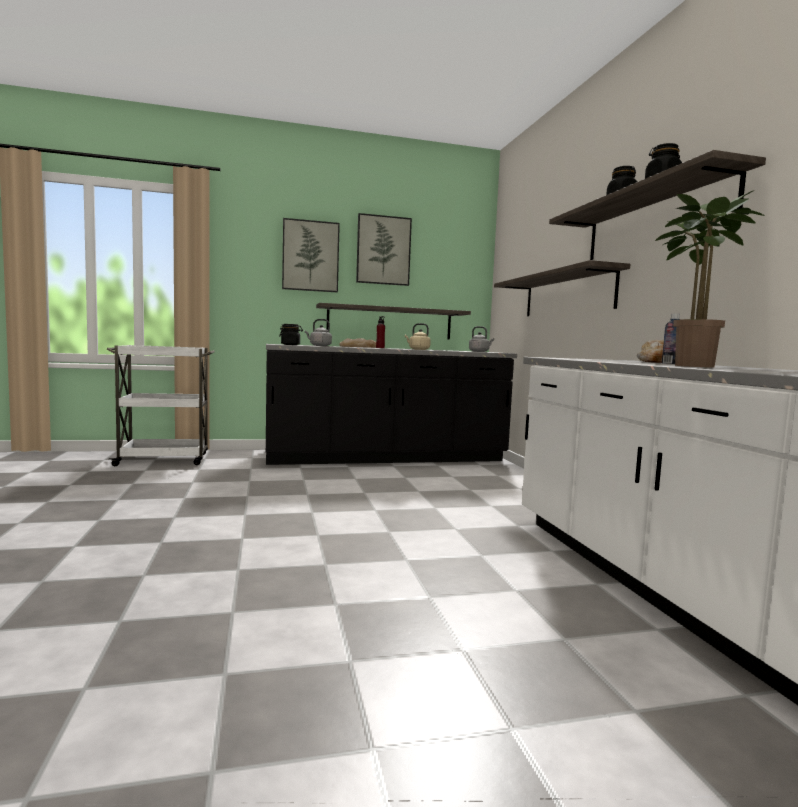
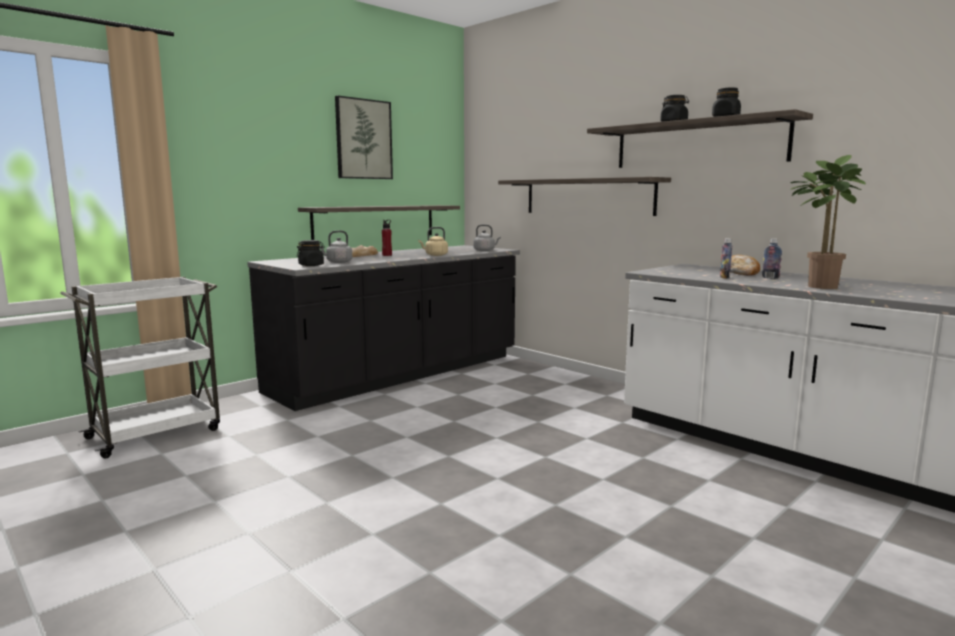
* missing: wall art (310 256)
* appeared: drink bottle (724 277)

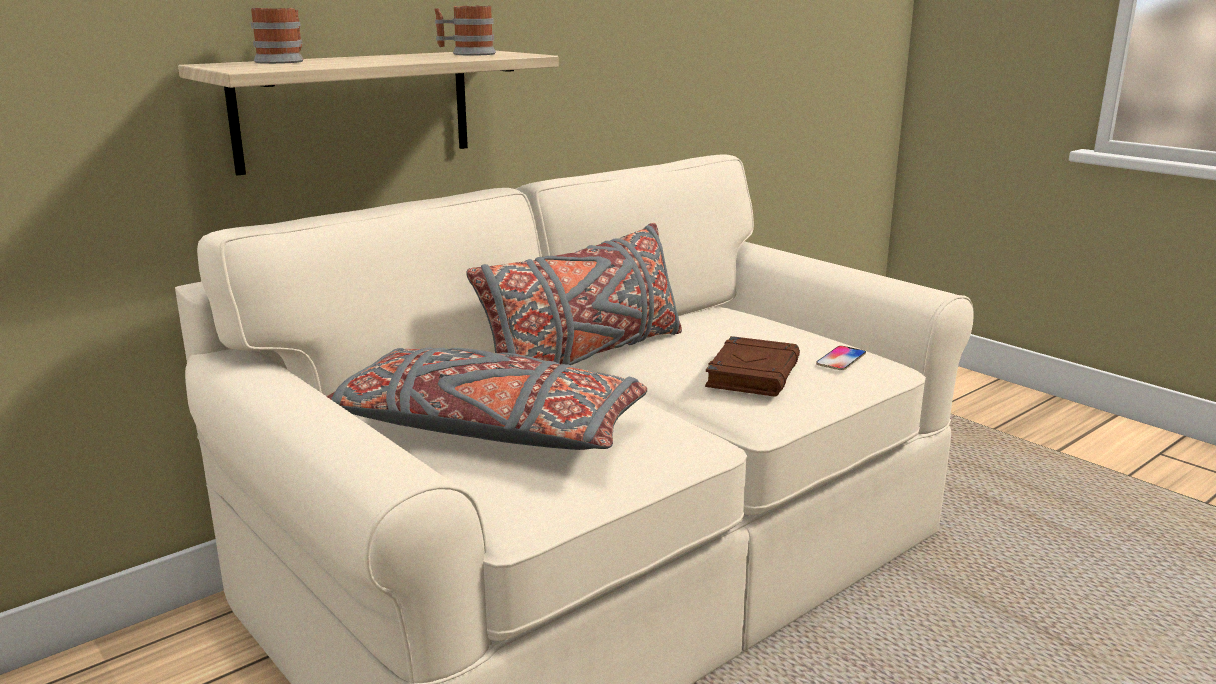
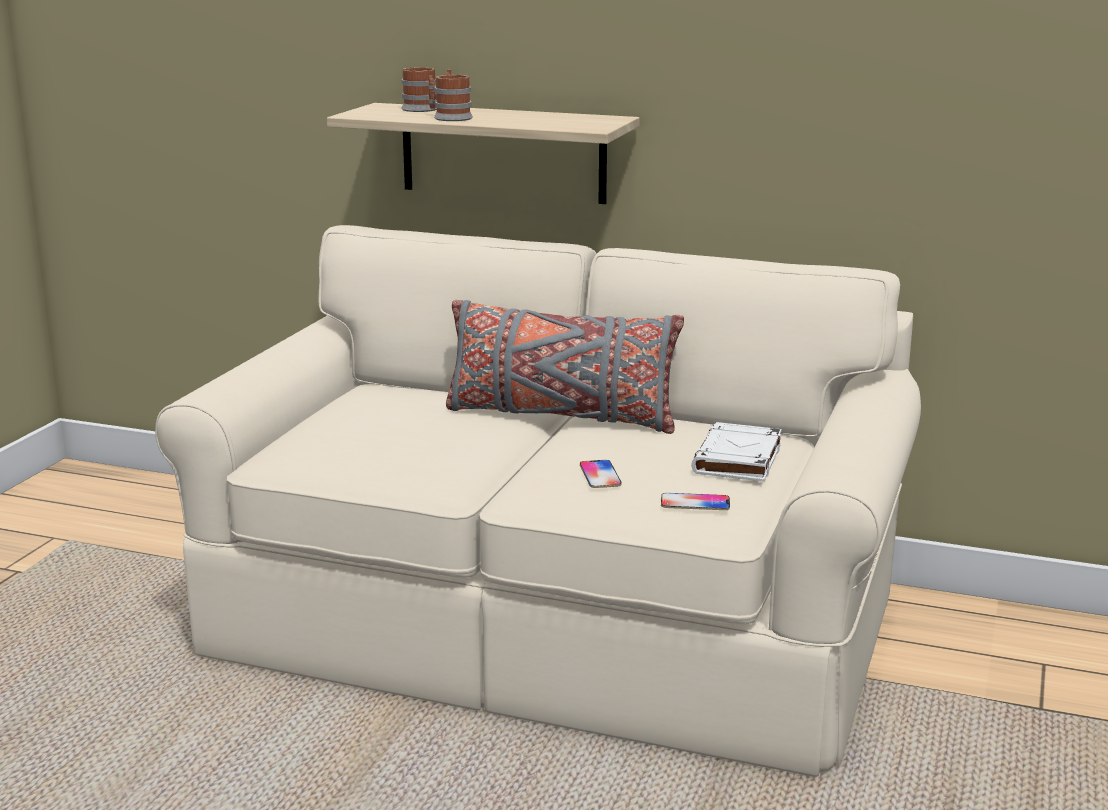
* relocated: coffee mug (466 54) to (448 117)
* exchanged: book in brown-coloured (752 373) to telephone (600 475)
* missing: throw pillow in greyish (490 430)
* appeared: book in white (737 460)

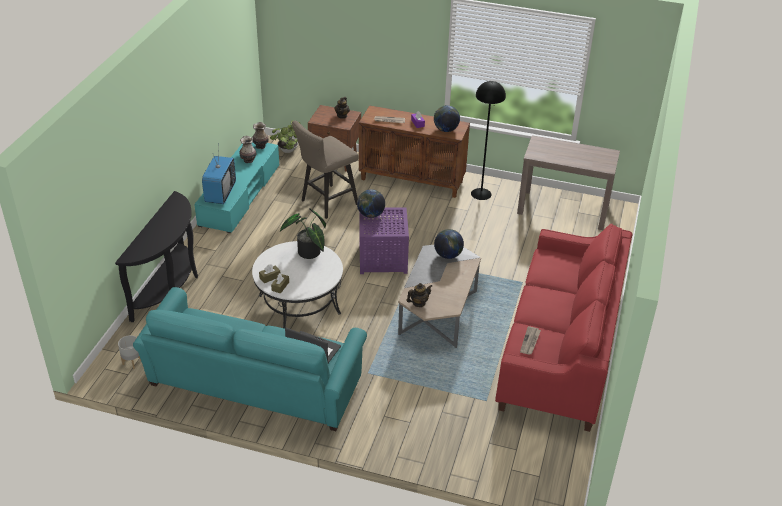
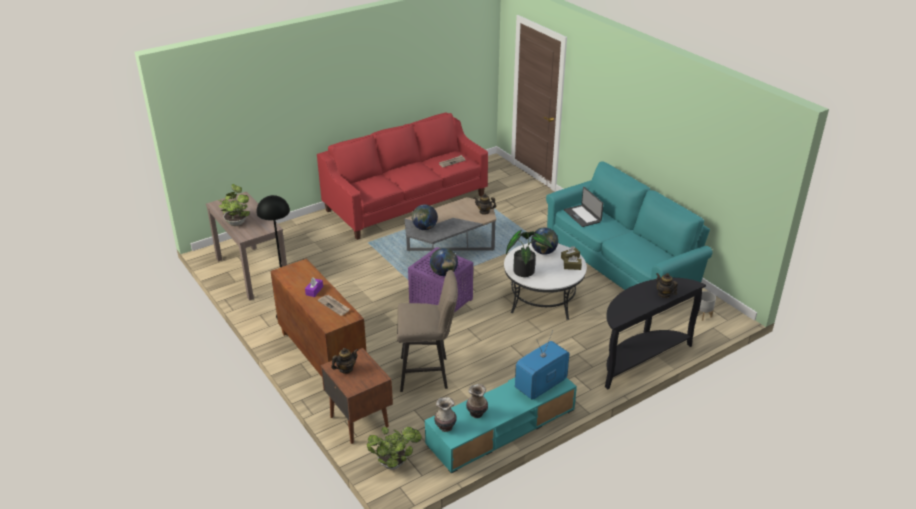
* relocated: desk globe (446 130) to (543 252)
* appeared: potted plant (236 222)
* appeared: pot for tea (664 294)

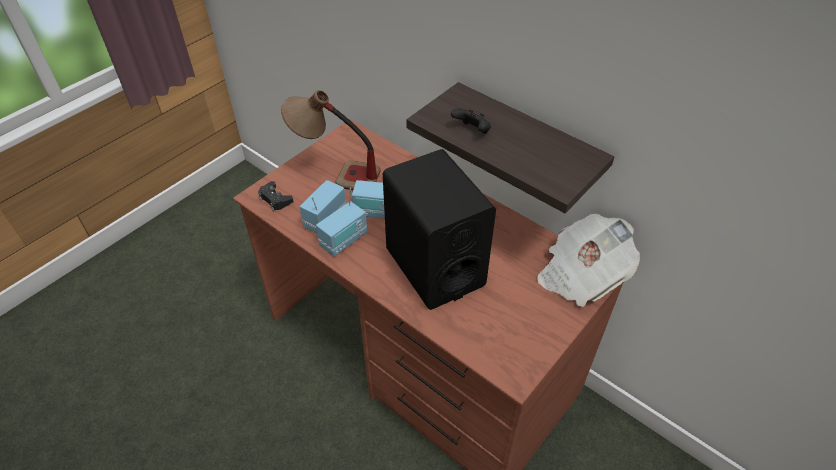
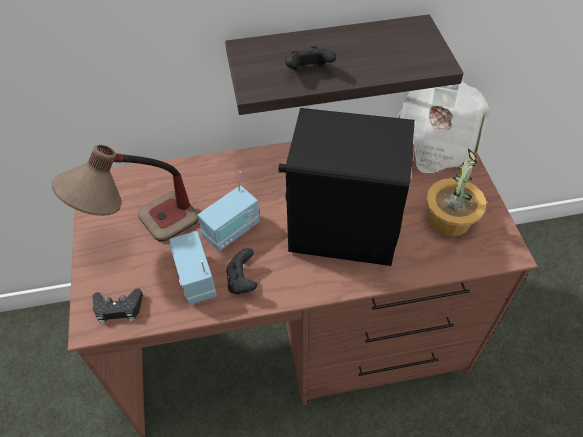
* exchanged: radio receiver (344 241) to game controller in black-coloured (242 281)
* appeared: potted plant (449 219)

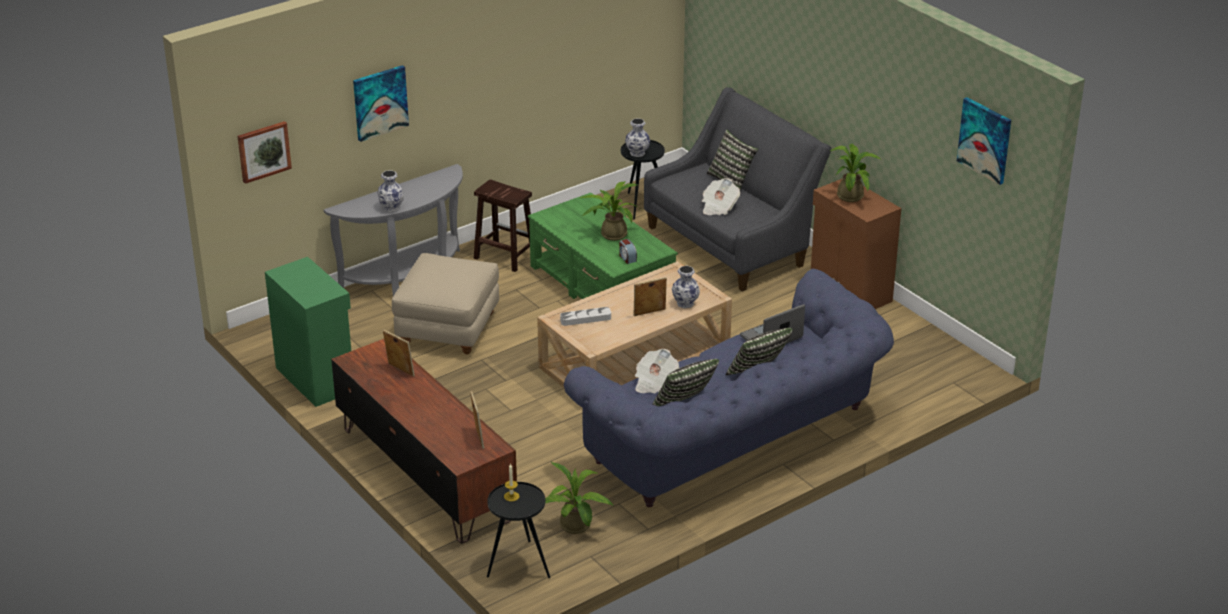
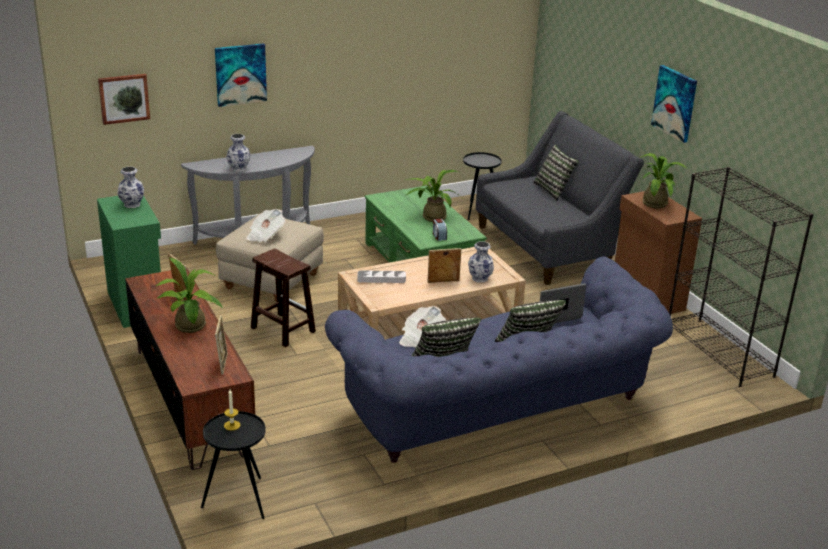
* relocated: wall art (985 140) to (675 103)
* relocated: decorative vase (637 153) to (132 204)
* relocated: printed paper (718 207) to (265 235)
* relocated: stool in brown-coloured (504 256) to (282 329)
* relocated: potted plant (577 527) to (191 328)
* appeared: shelving unit in black-coloured (719 352)

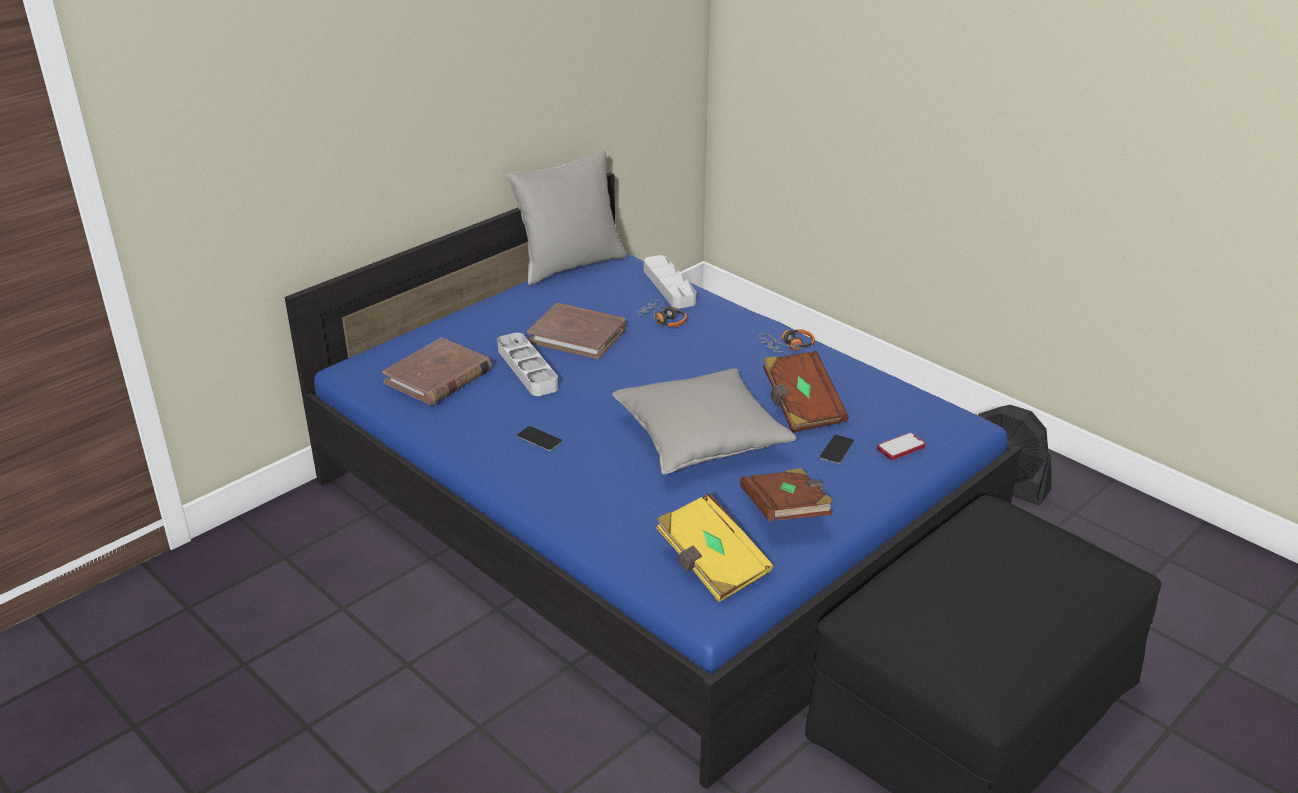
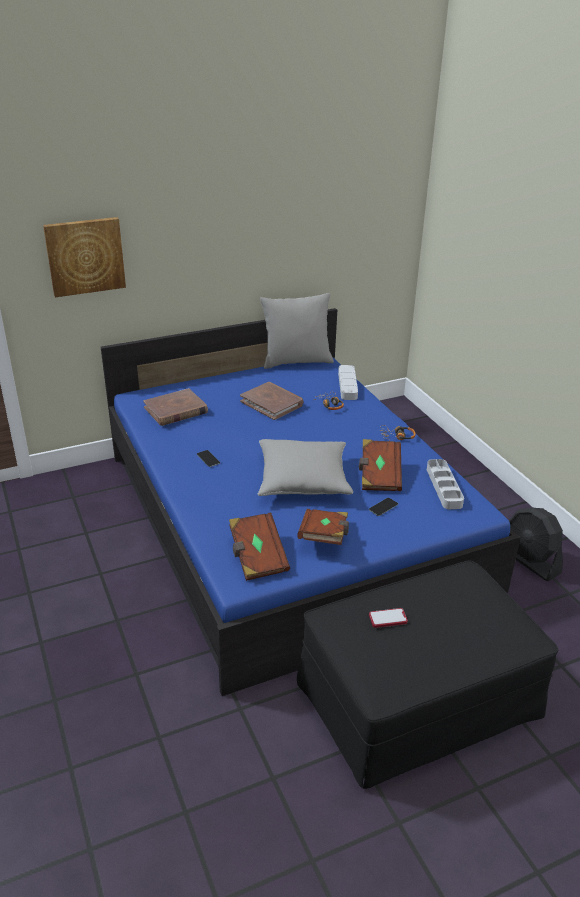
* relocated: tray in greyish (527 369) to (444 487)
* relocated: telephone (901 447) to (388 619)
* colour: book in yellow (711 564) to book in brown-coloured (257 557)
* appeared: wall art (85 256)

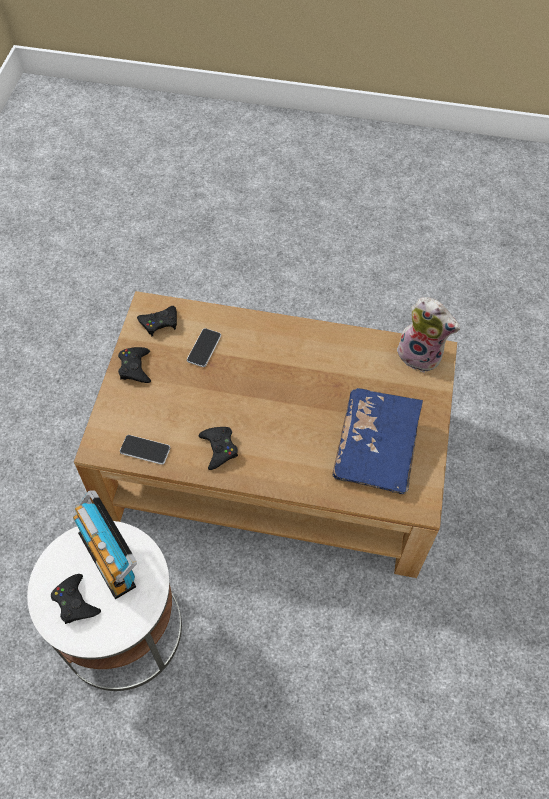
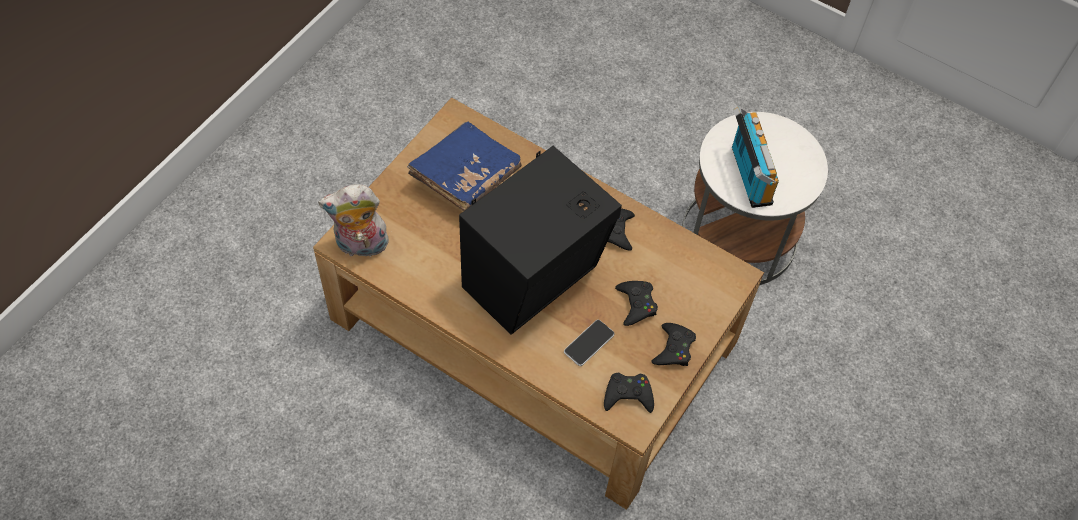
* spun: cuddly toy (421 355) = (360 246) 60 degrees counterclockwise
* missing: telephone (145 450)
* relocated: game controller in black-coloured (75 602) to (636 304)
* appeared: loudspeaker in black-coloured (536 279)

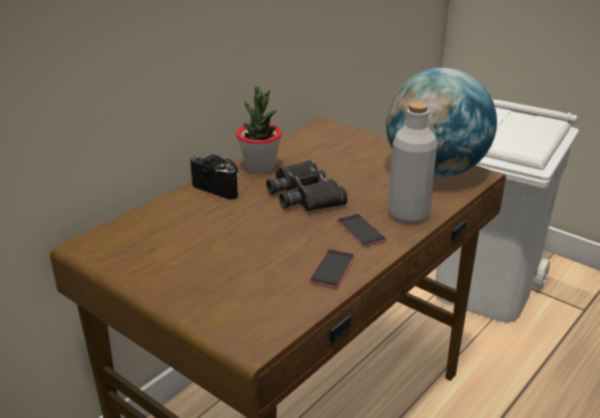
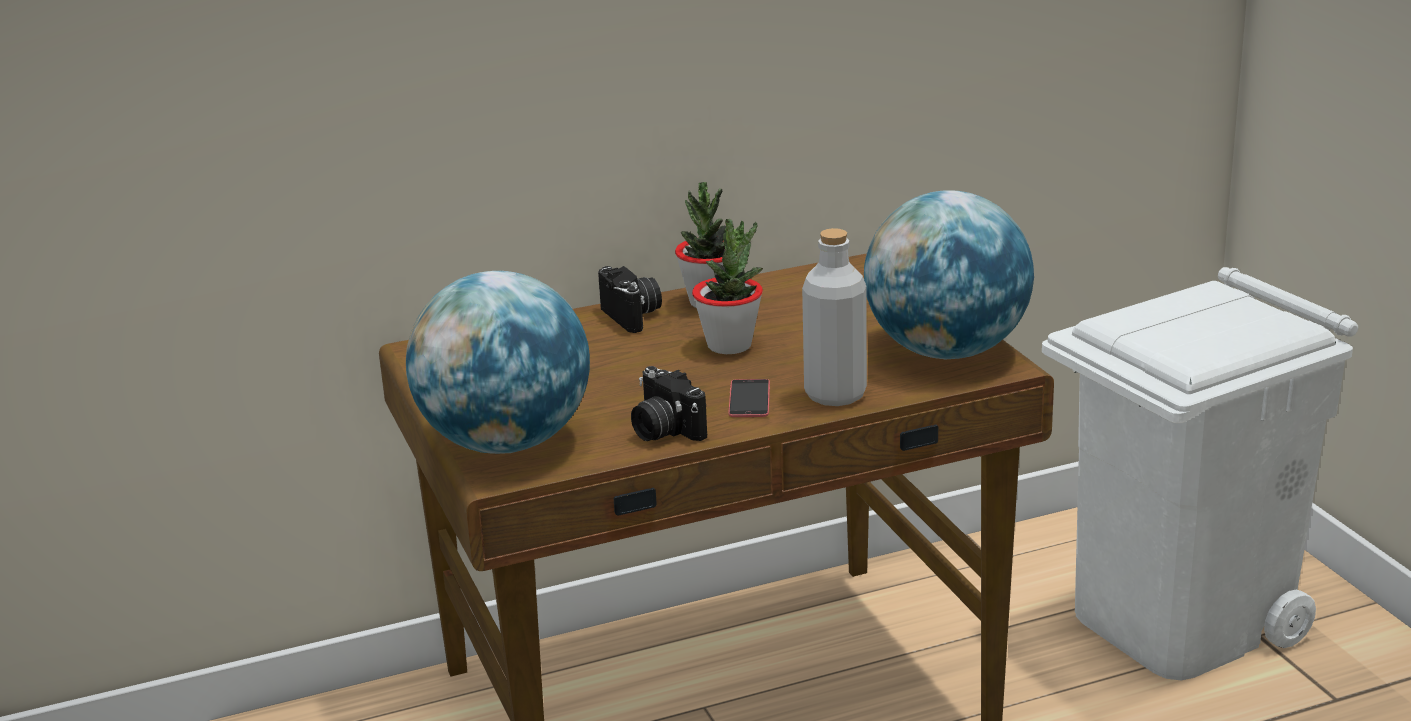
* exchanged: field glasses in black-coloured (305 195) to potted plant (730 345)
* exchanged: telephone (332 269) to photo camera (663 430)
* appeared: desk globe (505 443)

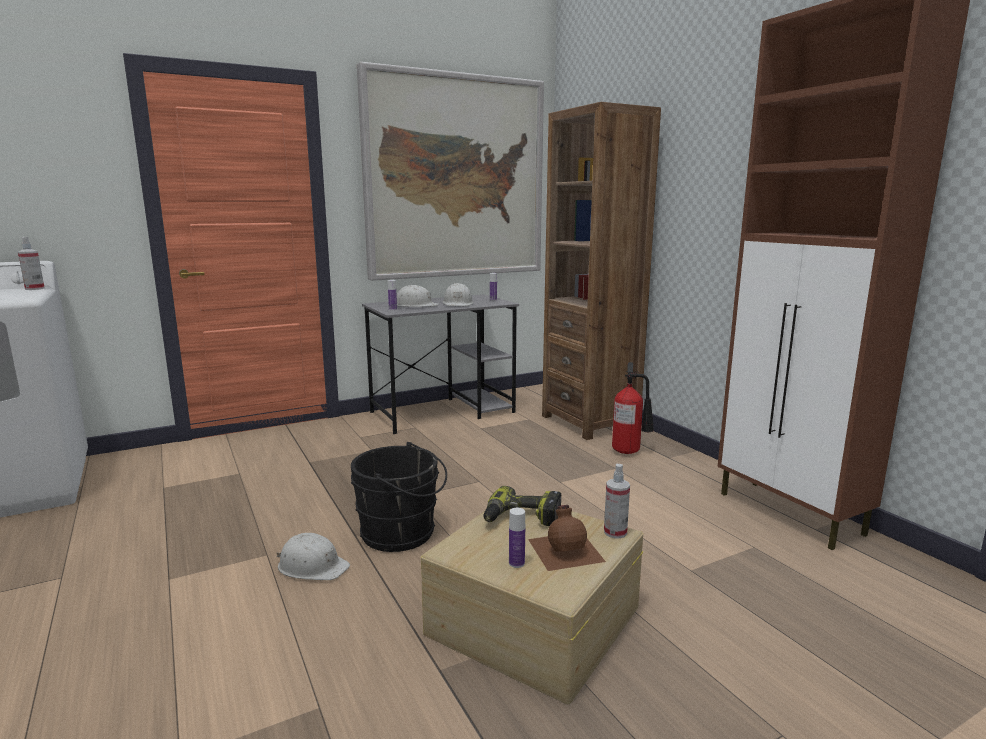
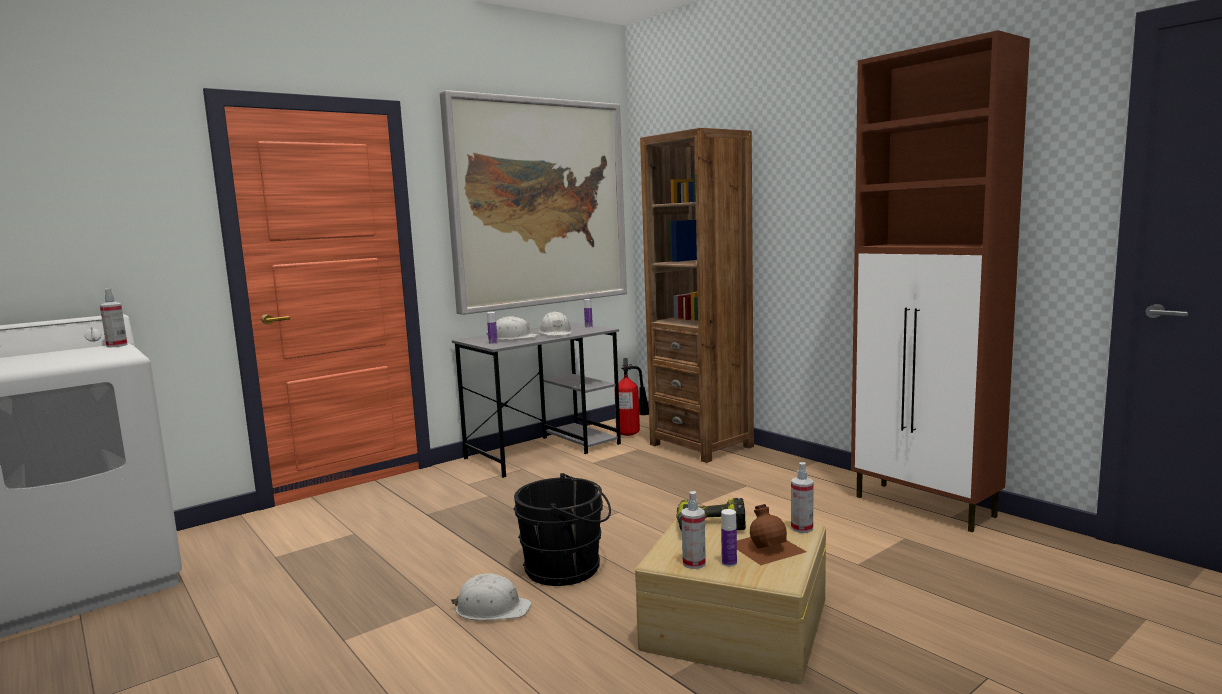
* relocated: extinguisher (630 451) to (631 434)
* appeared: sprayer (694 563)

